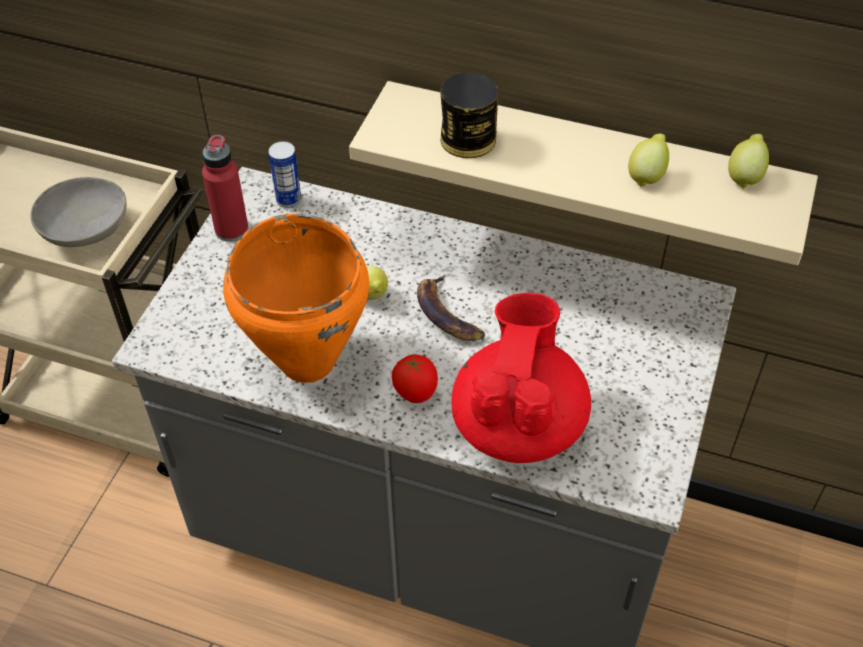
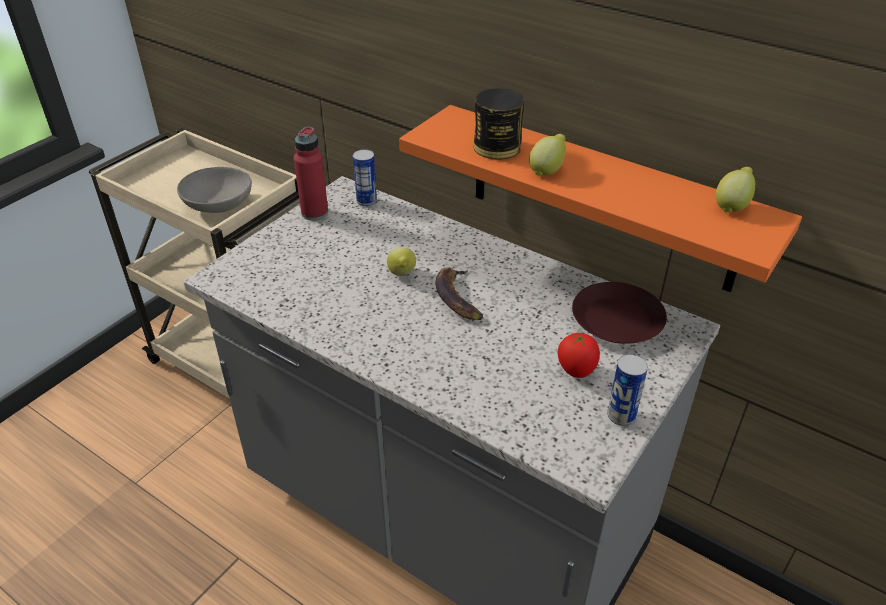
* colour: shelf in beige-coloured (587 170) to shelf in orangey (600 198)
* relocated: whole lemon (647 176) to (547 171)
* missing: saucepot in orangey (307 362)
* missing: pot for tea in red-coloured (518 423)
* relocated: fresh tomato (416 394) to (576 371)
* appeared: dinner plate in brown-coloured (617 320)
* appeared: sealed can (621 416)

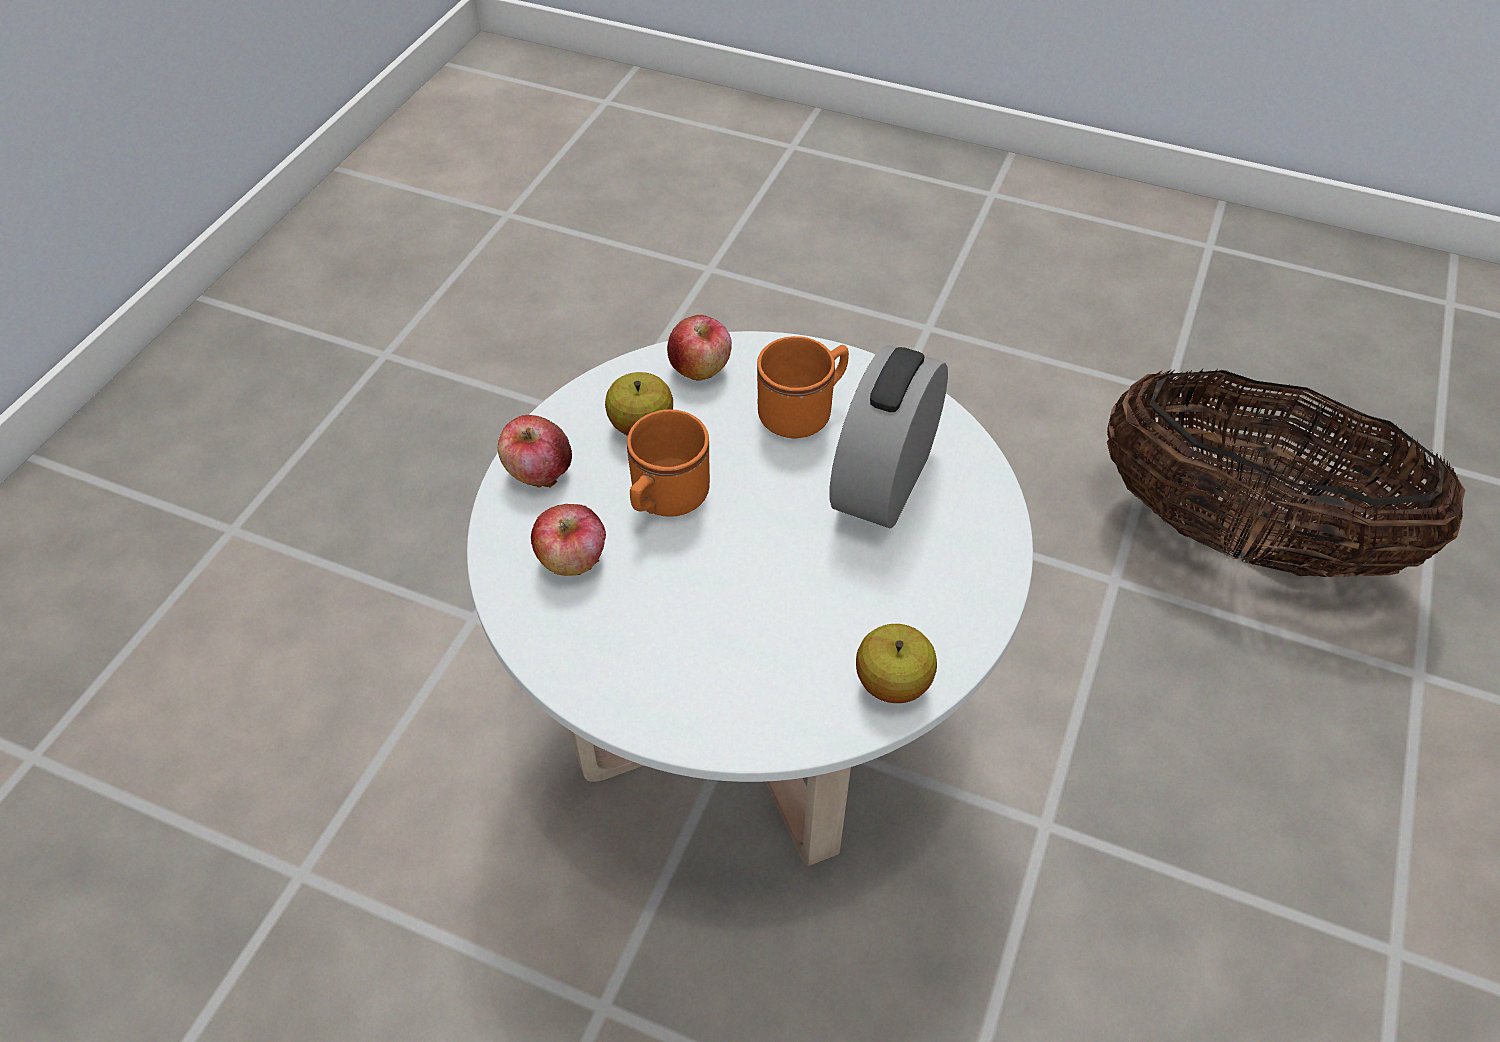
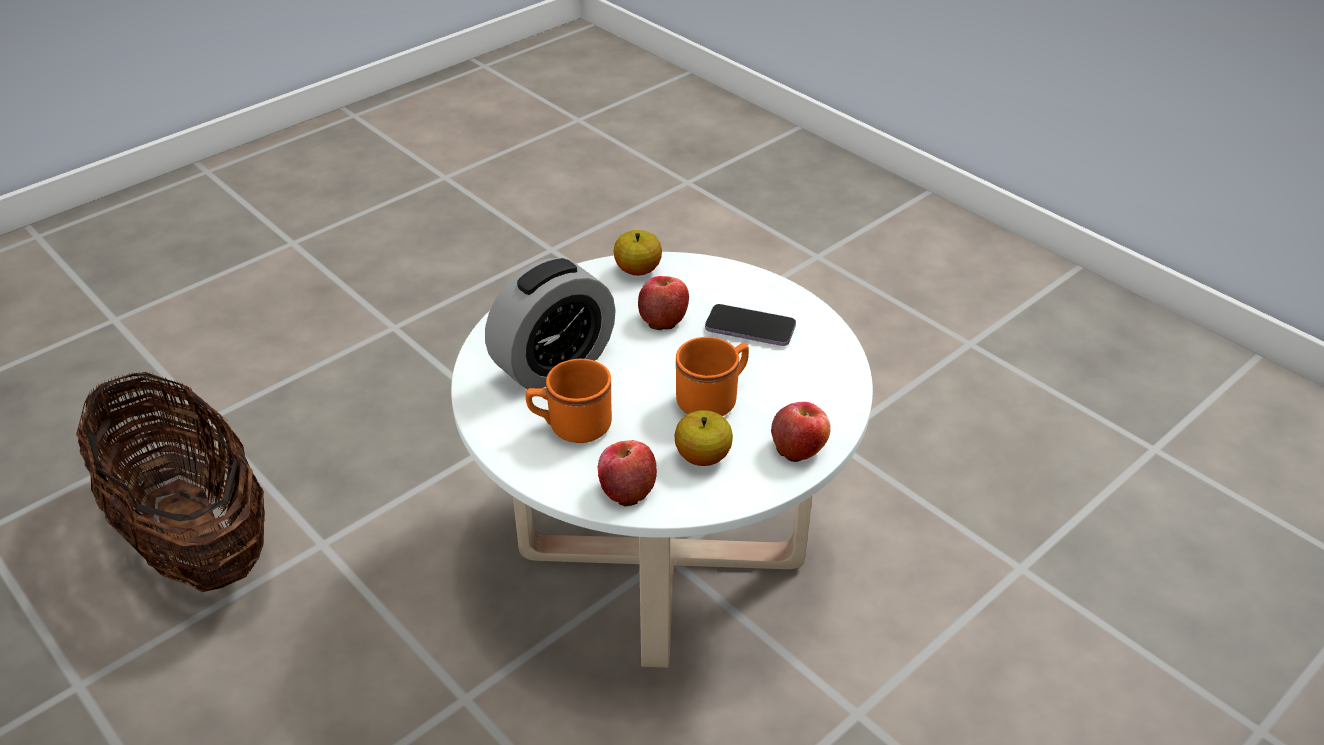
* relocated: apple fruit (572 560) to (663 318)
* appeared: telephone (750 328)

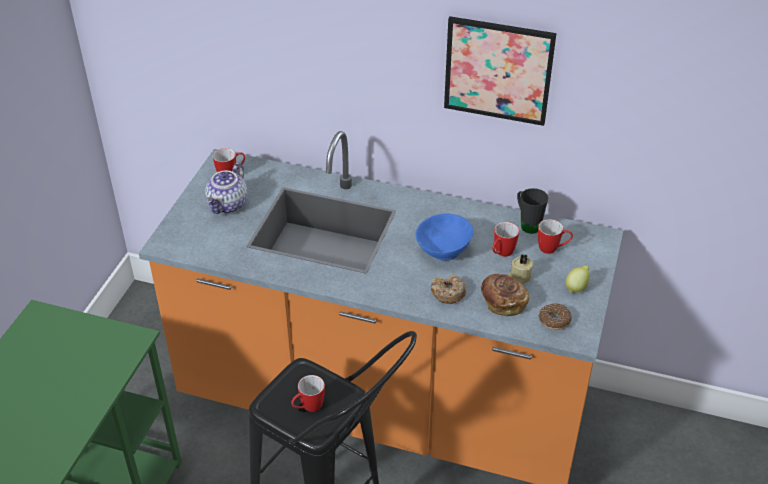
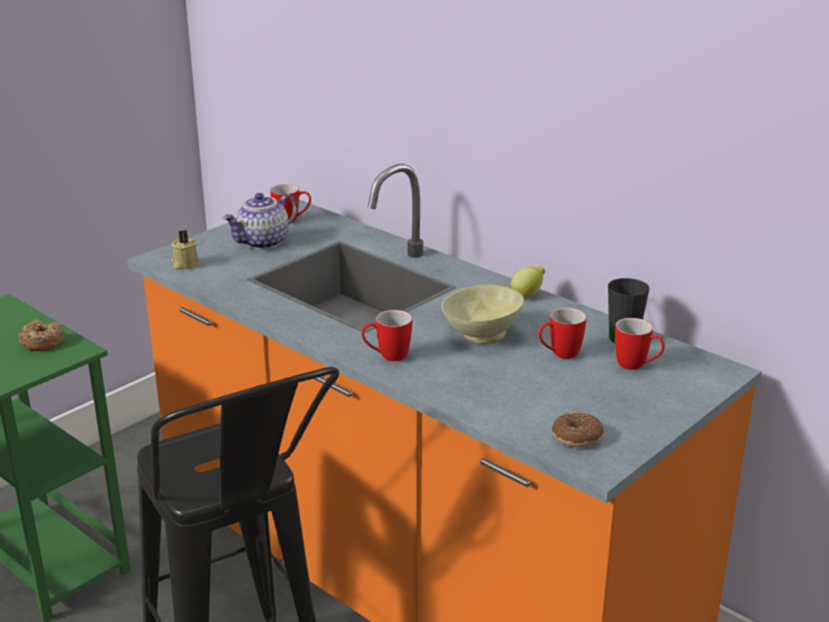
* missing: wall art (498 70)
* colour: serving bowl in bluish (442 251) to serving bowl in beige-coloured (481 335)
* relocated: wax light in beige-coloured (519 276) to (185 264)
* relocated: whole lemon (577 287) to (527 296)
* relocated: ring doughnut (448 293) to (42 342)
* missing: baked bread (503 302)
* relocated: coffee mug (308 408) to (387 356)

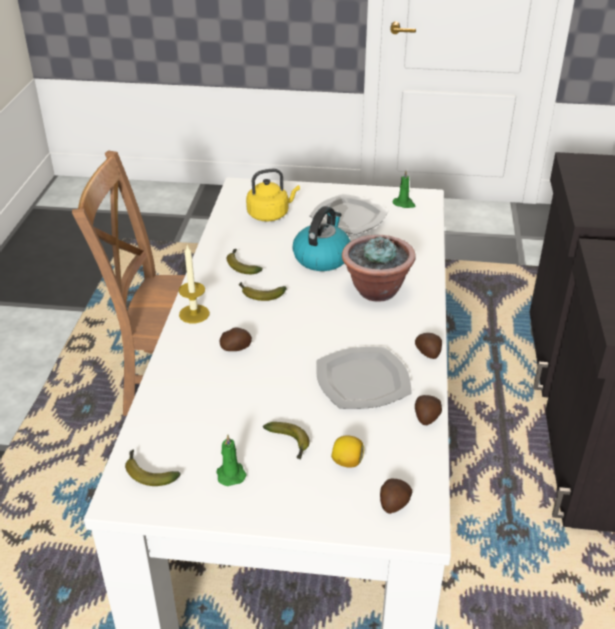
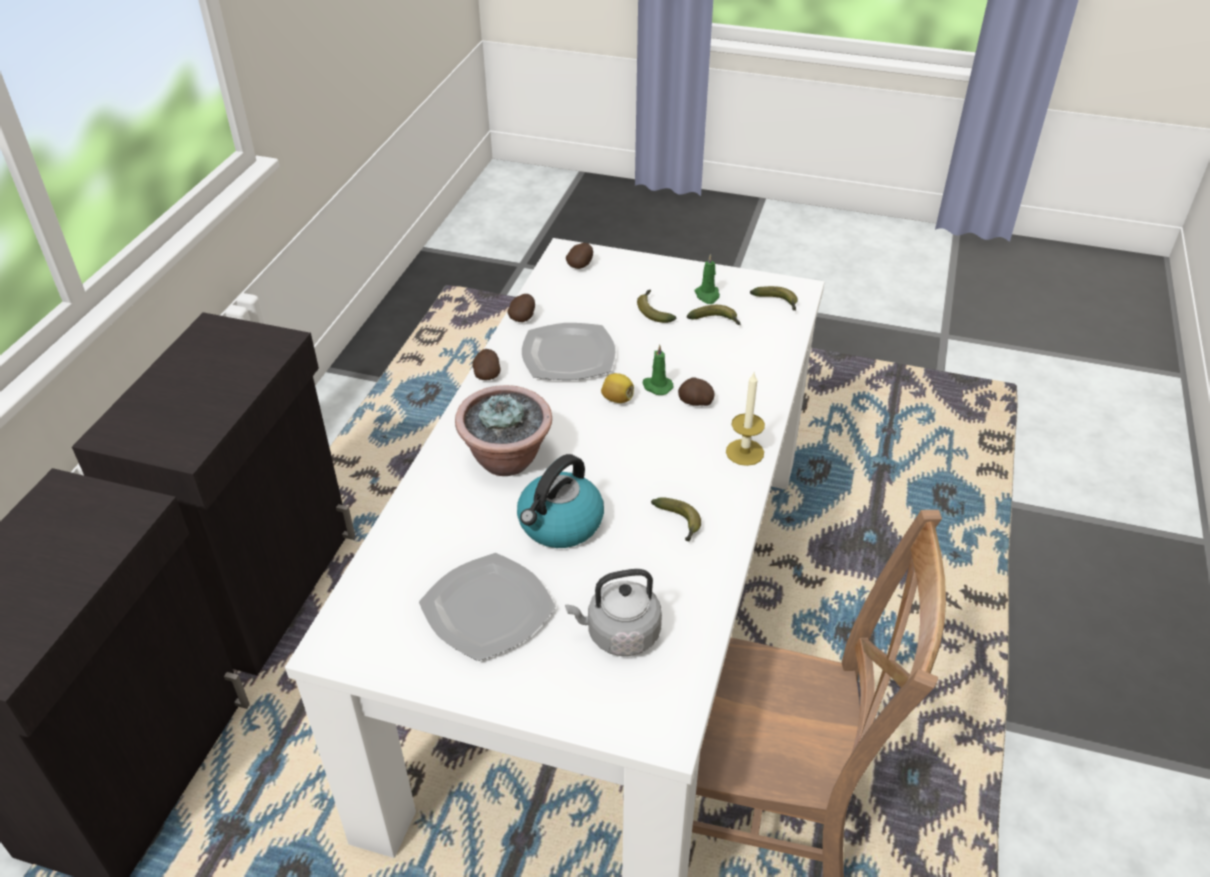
* colour: kettle in yellow (270 214) to kettle in greyish (619 634)
* relocated: wax light in greenish (404 204) to (656 386)
* relocated: whole banana (260 295) to (716 321)
* relocated: whole lemon (347 461) to (617 399)

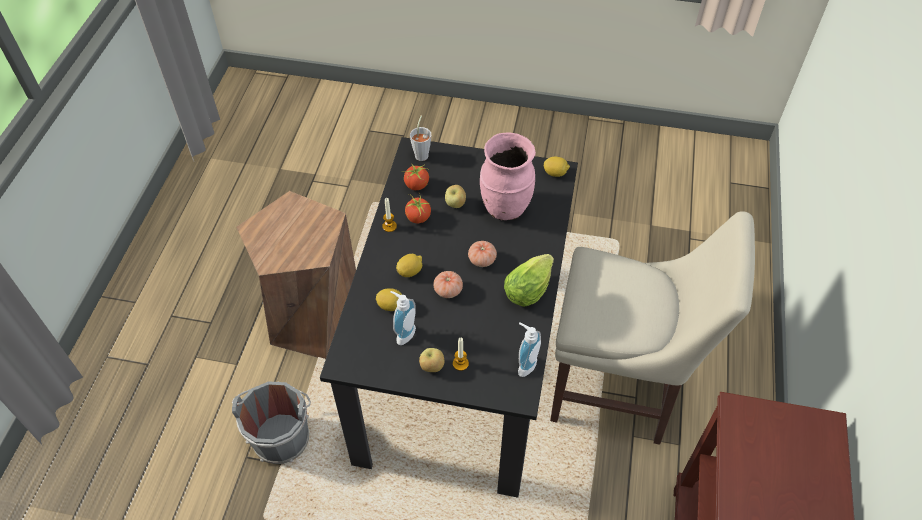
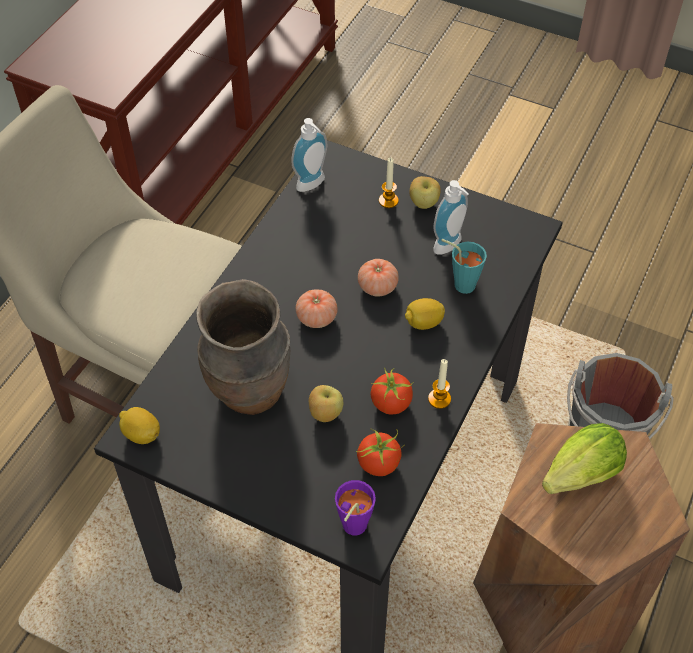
* colour: cup in greyish (422 153) to cup in purple-coloured (351 529)
* colour: decorative vase in pink-coloured (505 207) to decorative vase in brown-coloured (250 392)
* relocated: lettuce head (530 288) to (577 477)
* exchanged: whole lemon (390 305) to cup in turquoise-coloured (460 283)

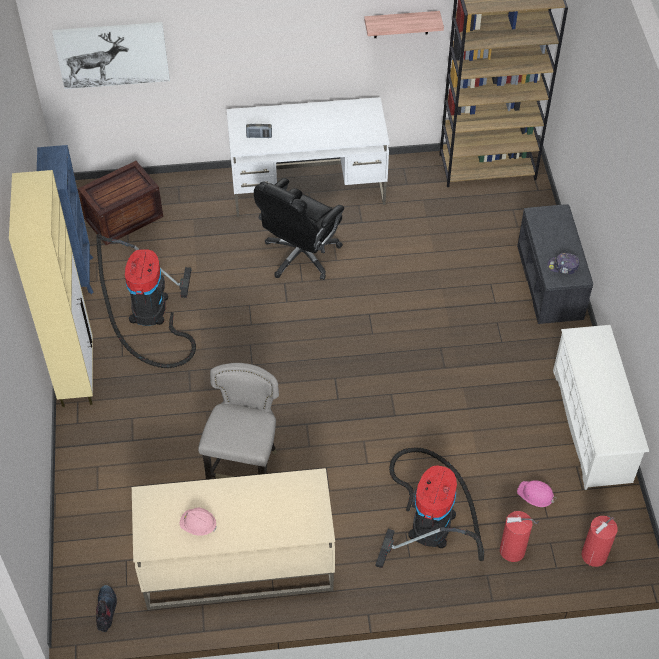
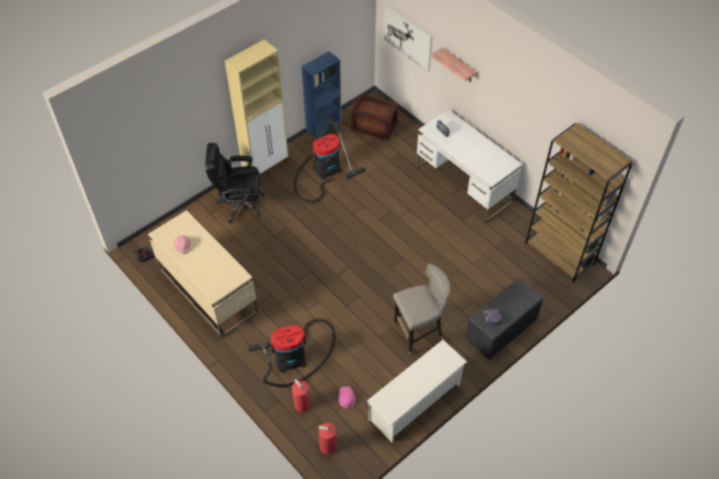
* relocated: shelf (401 24) to (459 66)
* relocated: desk chair in black-coloured (300 255) to (239 204)
* relocated: stool in greyish (246 473) to (419 333)

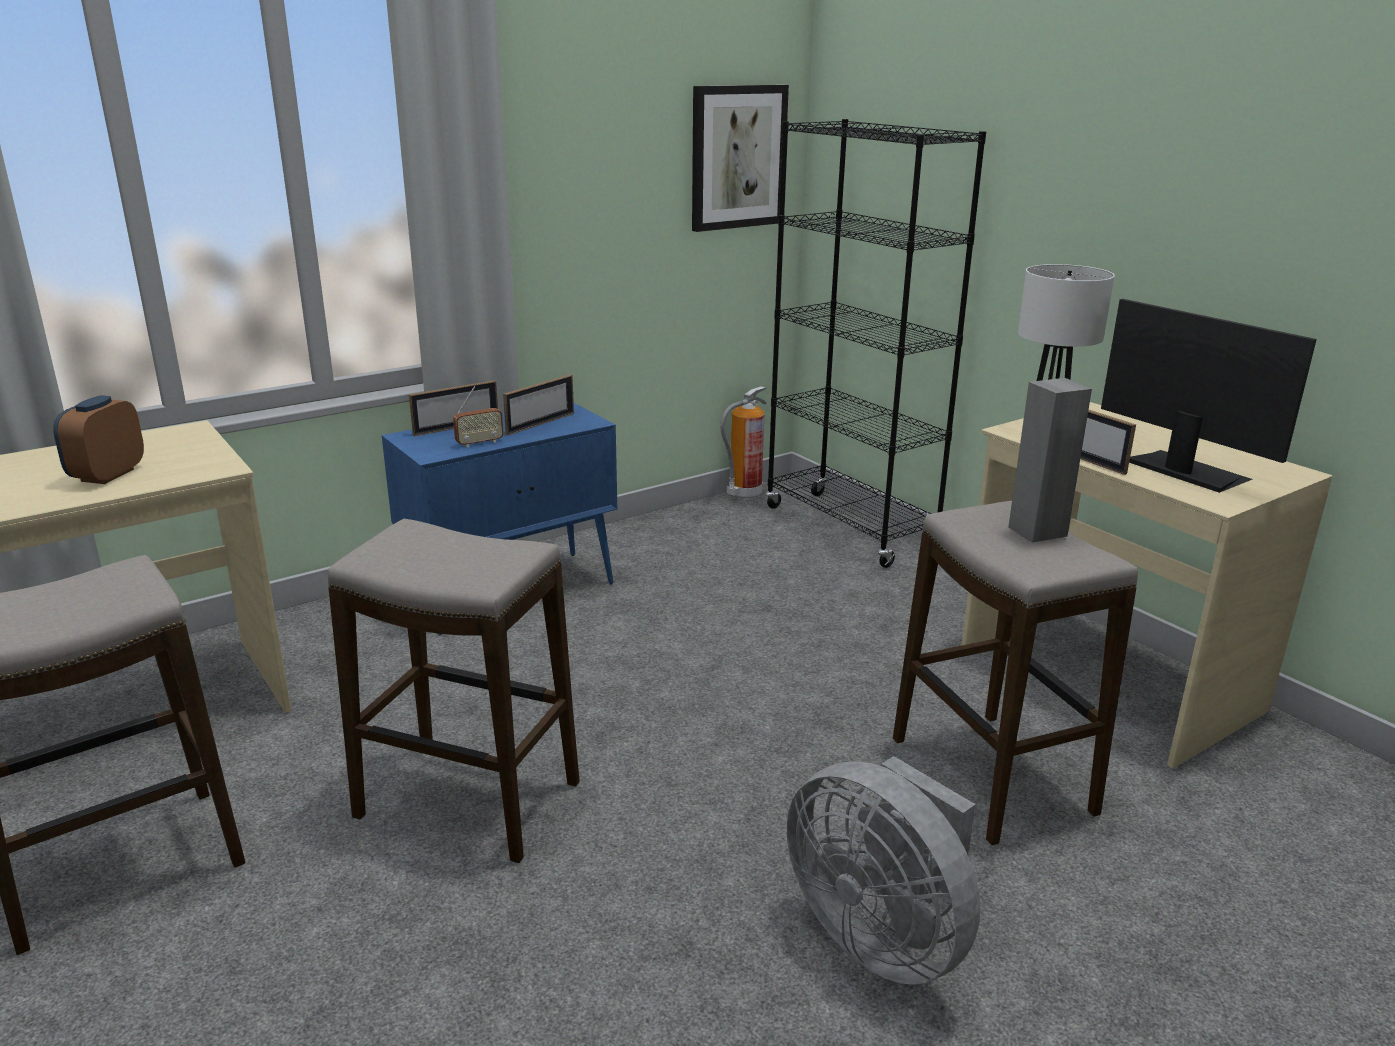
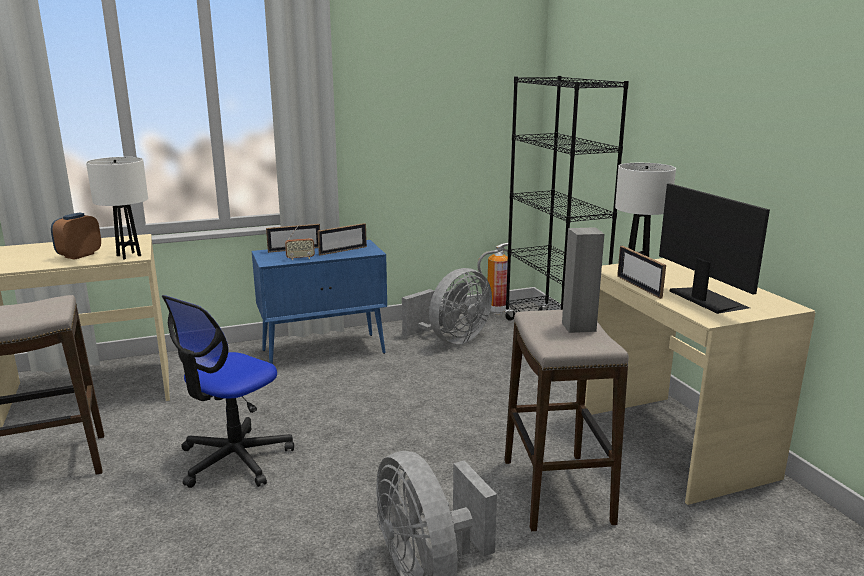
* missing: wall art (737 157)
* exchanged: stool (468 801) to desk chair (234 459)
* appeared: lamp for a table in white (128 256)
* appeared: electric fan in greyish (451 340)

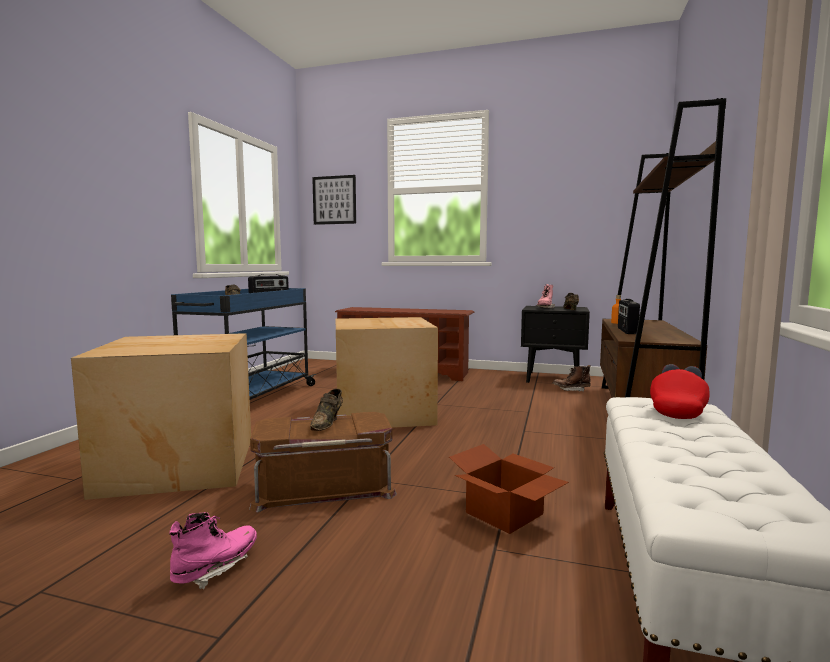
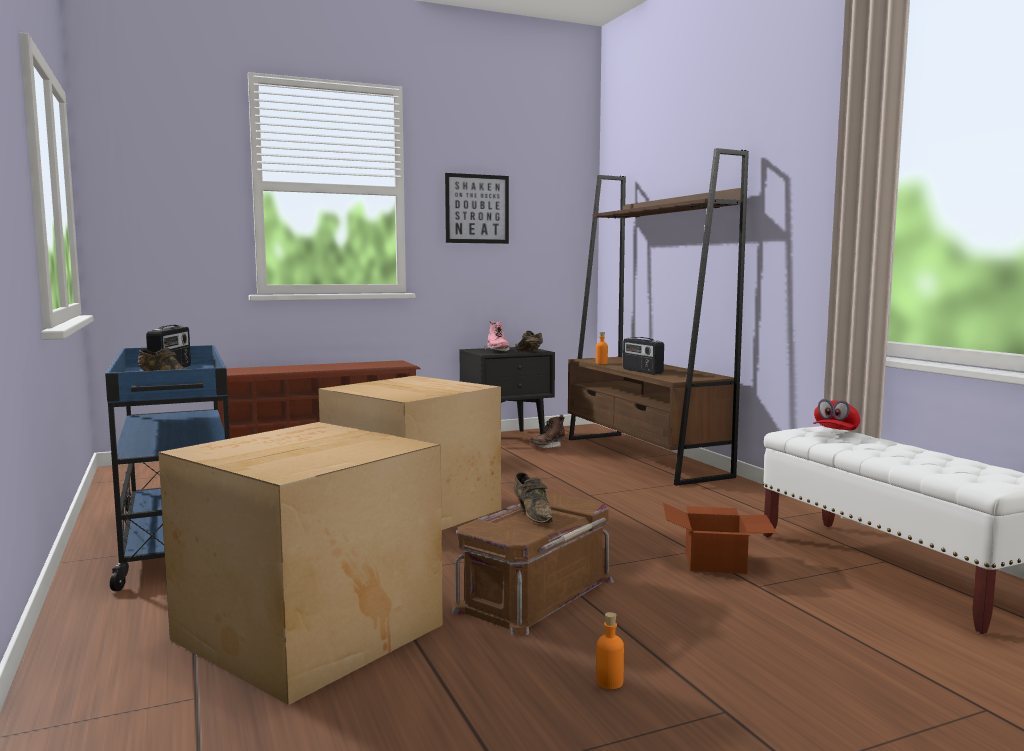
* relocated: wall art (334 200) to (477 209)
* spun: peaked cap in red-coloured (677 410) = (835 433) 135 degrees counterclockwise
* exchanged: tall boot in pink-coloured (216 568) to drink bottle in orangey (609 682)

